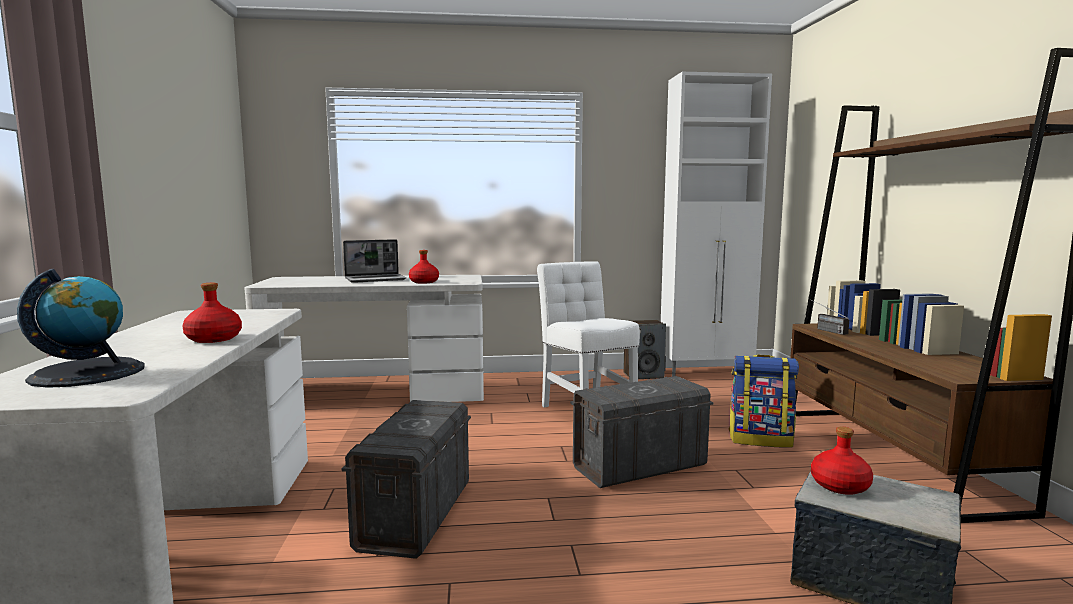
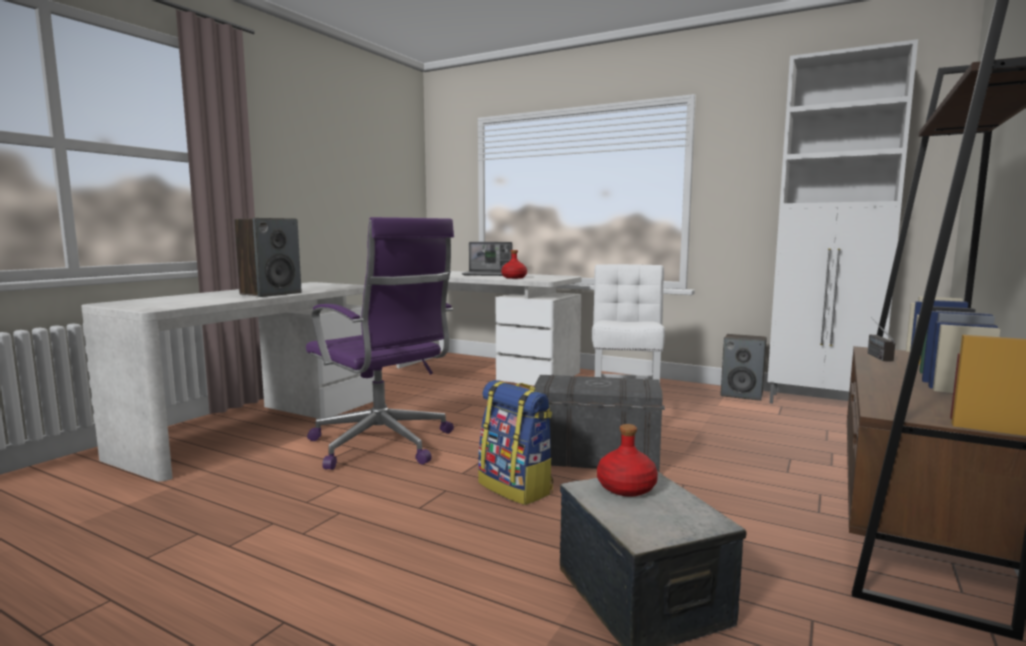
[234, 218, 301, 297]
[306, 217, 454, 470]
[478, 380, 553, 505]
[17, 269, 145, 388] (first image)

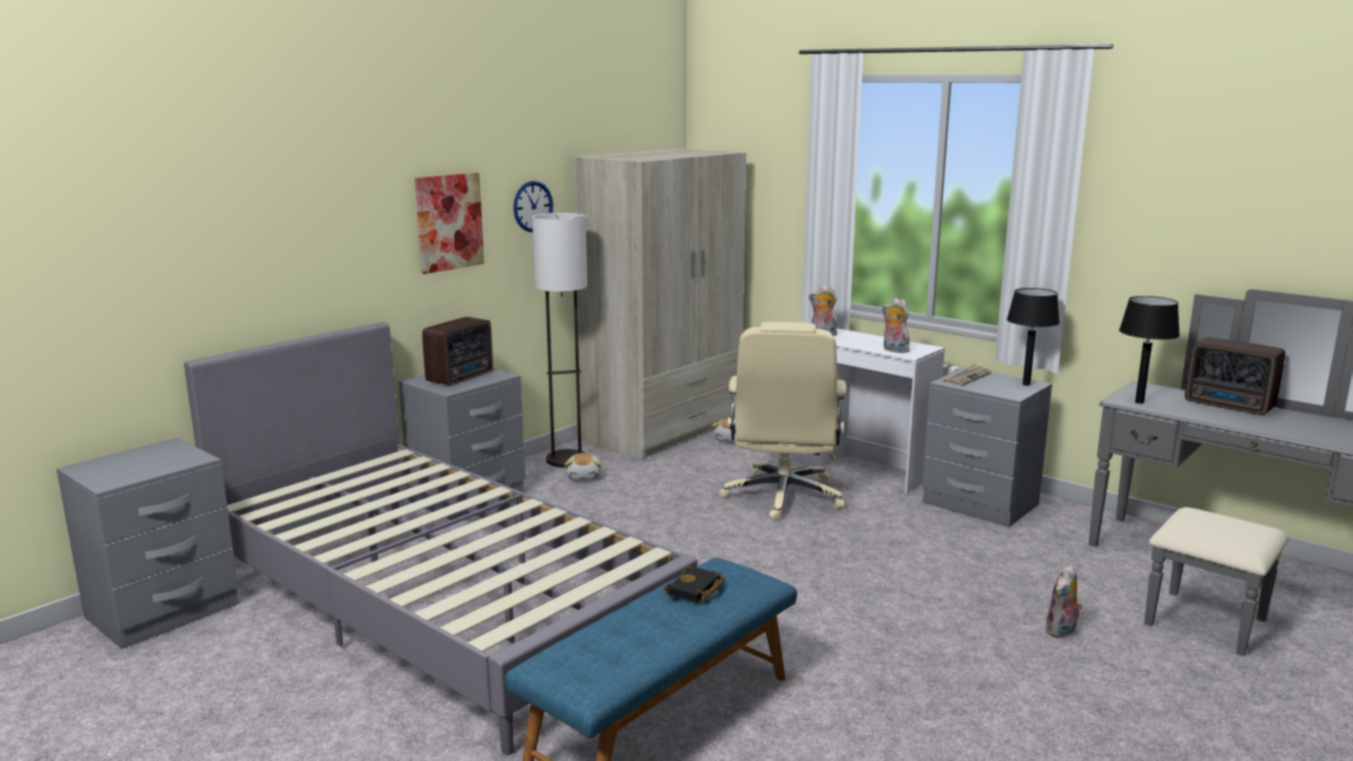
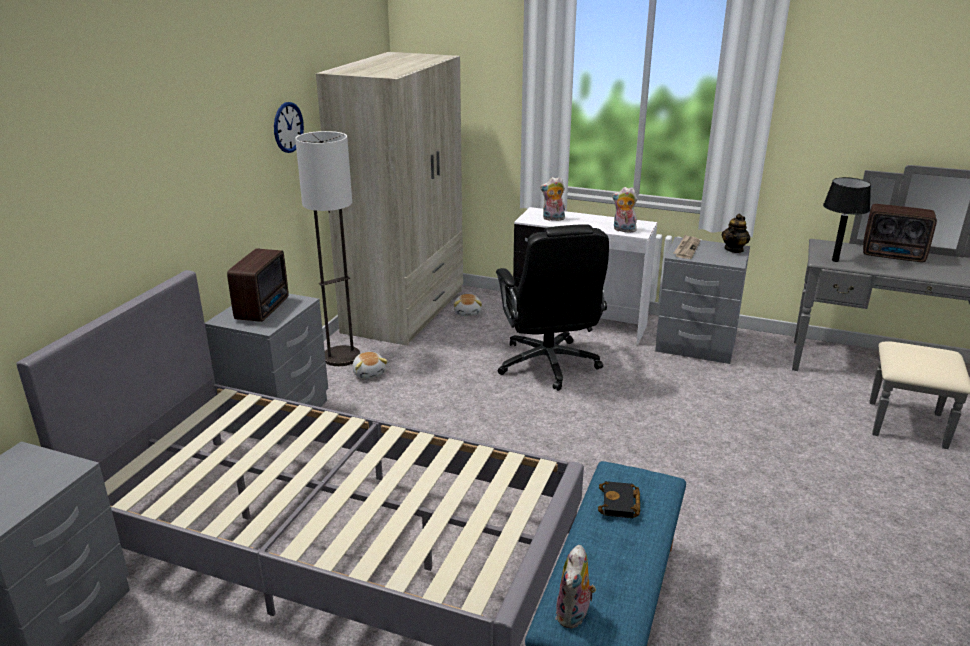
[496, 224, 609, 391]
[556, 545, 596, 629]
[722, 214, 750, 253]
[415, 173, 484, 274] (first image)

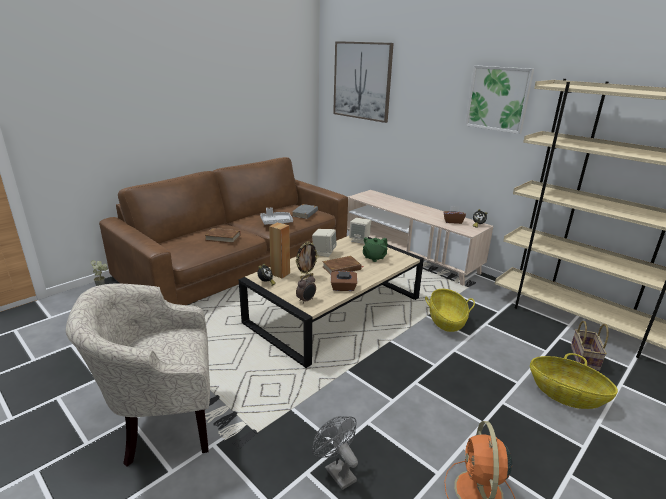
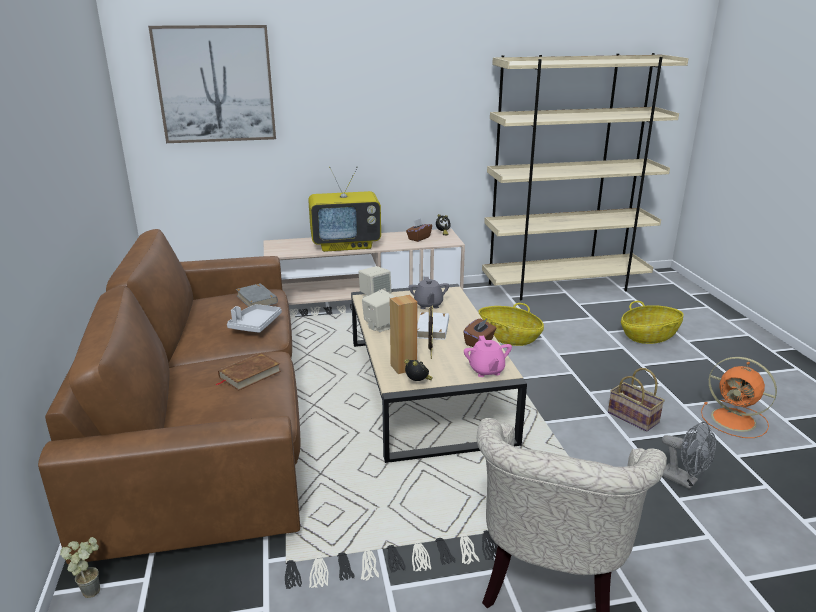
[308, 167, 381, 252]
[409, 277, 449, 309]
[417, 312, 449, 340]
[464, 336, 512, 377]
[608, 368, 665, 432]
[662, 422, 716, 489]
[465, 65, 534, 134] (first image)

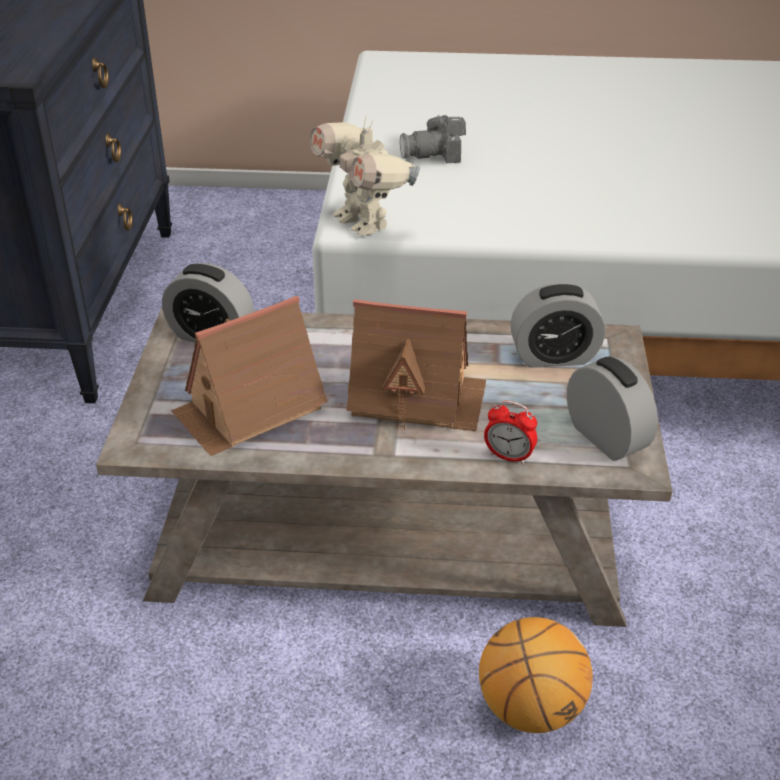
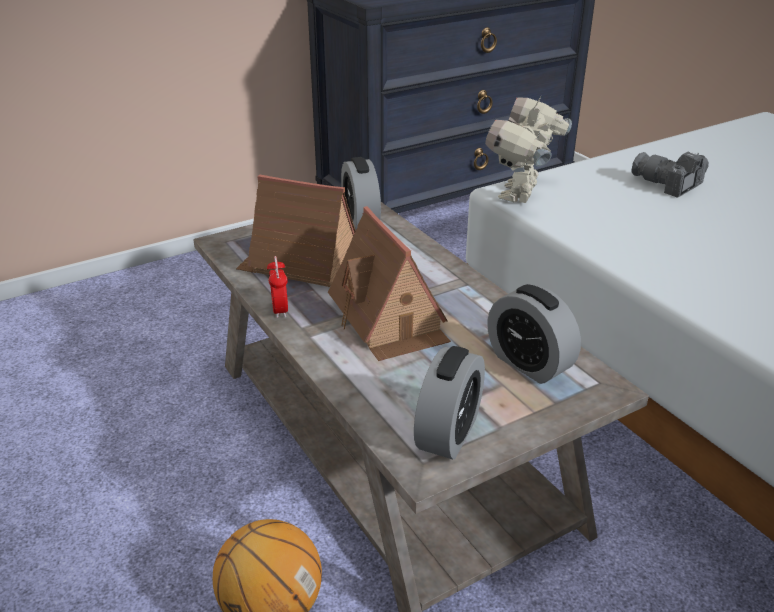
[267, 256, 288, 318]

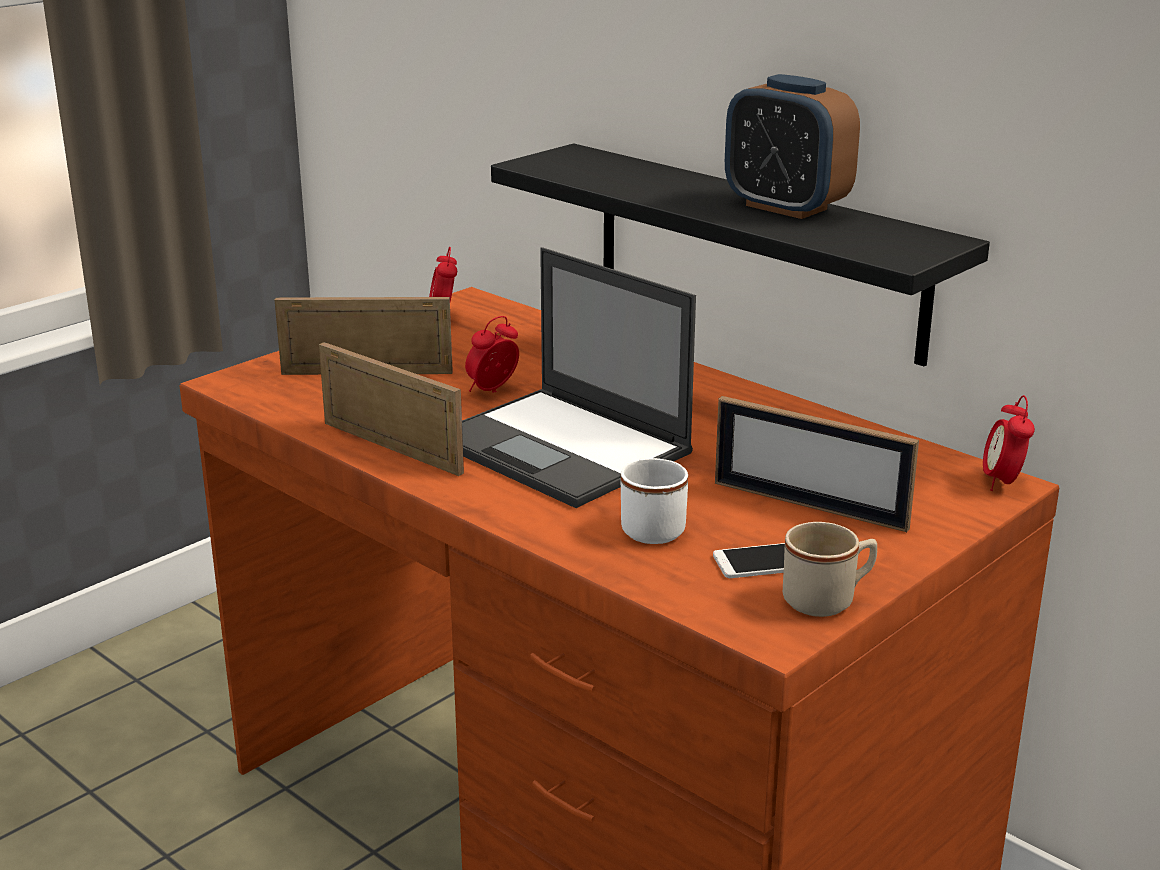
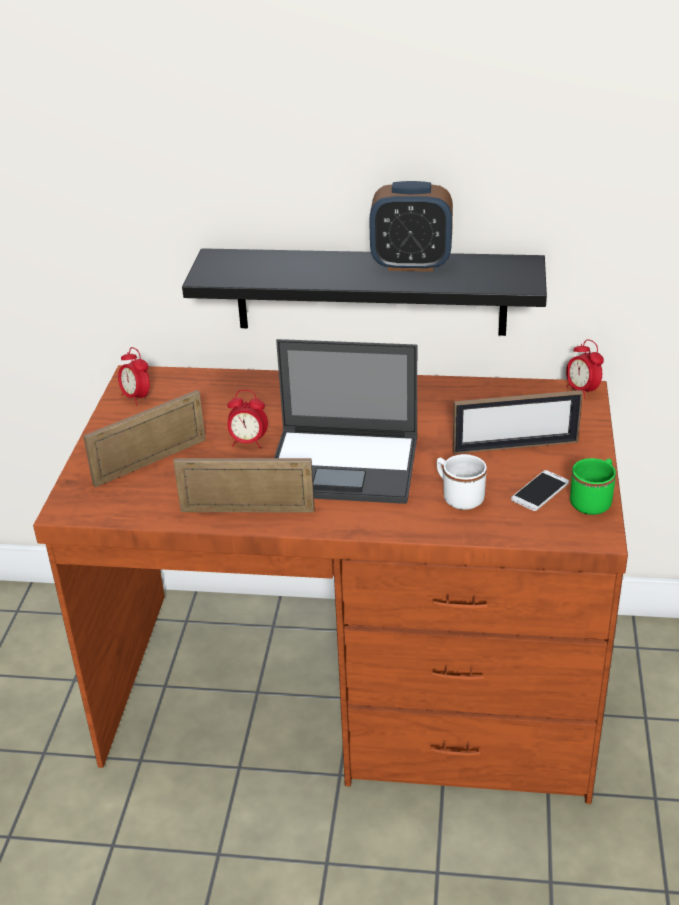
[227, 390, 268, 448]
[570, 458, 616, 515]

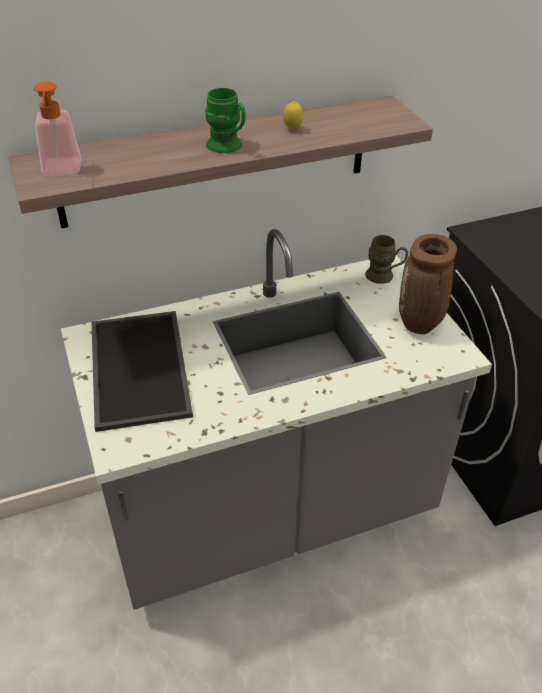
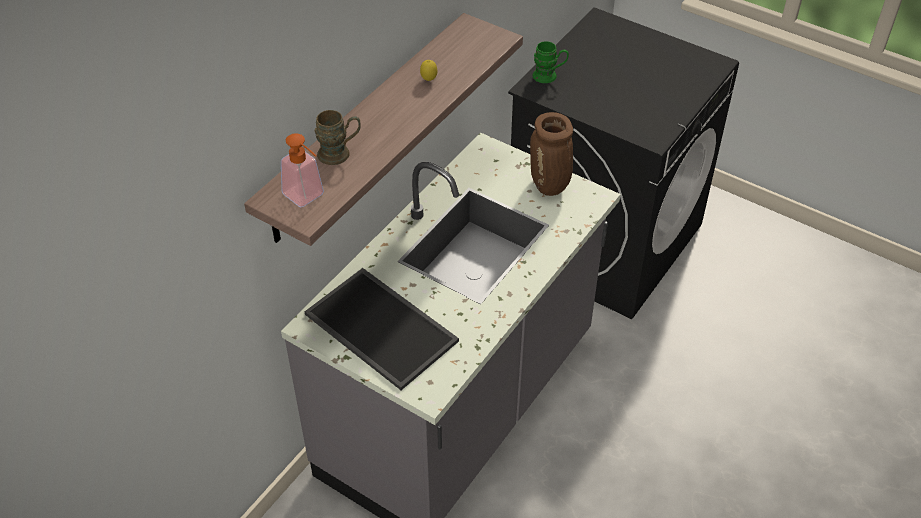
[315, 110, 361, 165]
[532, 41, 569, 83]

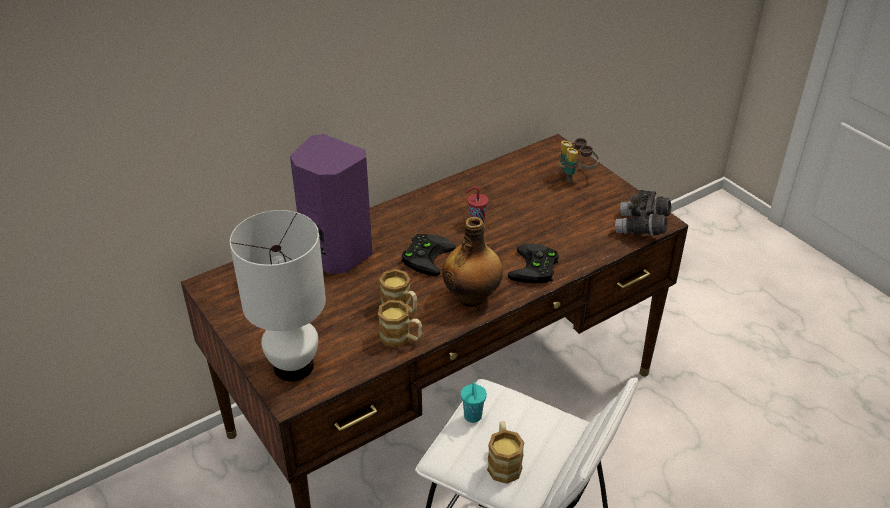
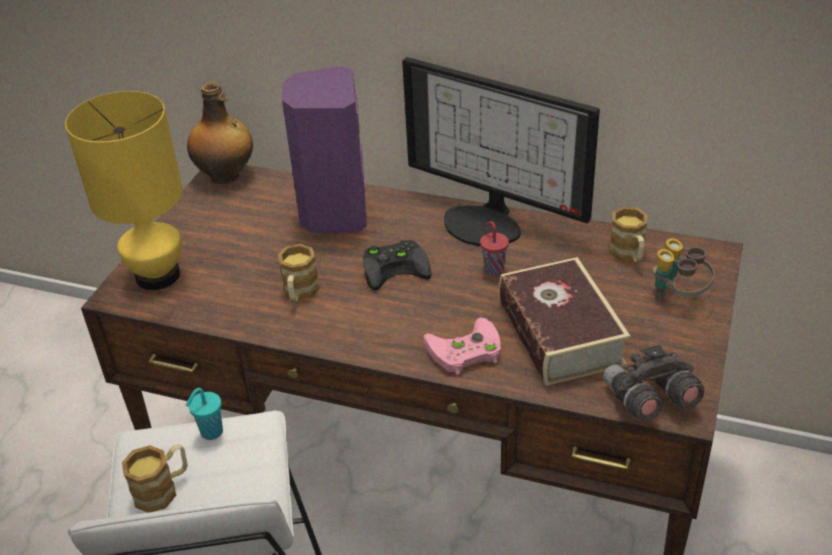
[65, 91, 183, 290]
[187, 82, 253, 184]
[402, 57, 600, 246]
[423, 317, 501, 375]
[499, 257, 630, 386]
[609, 207, 648, 263]

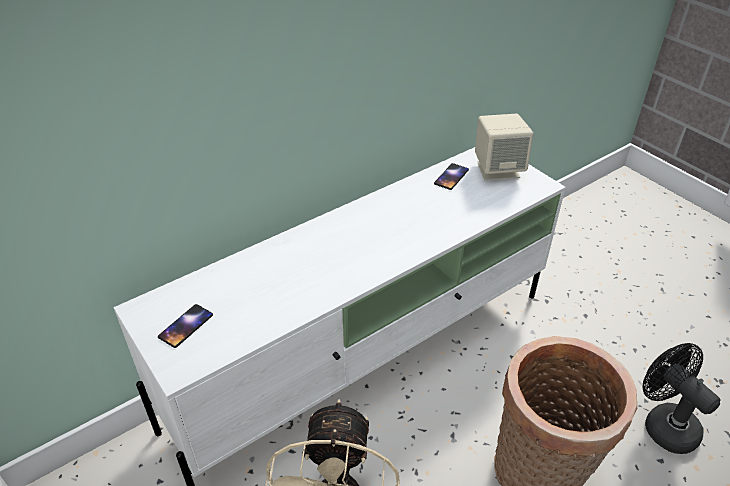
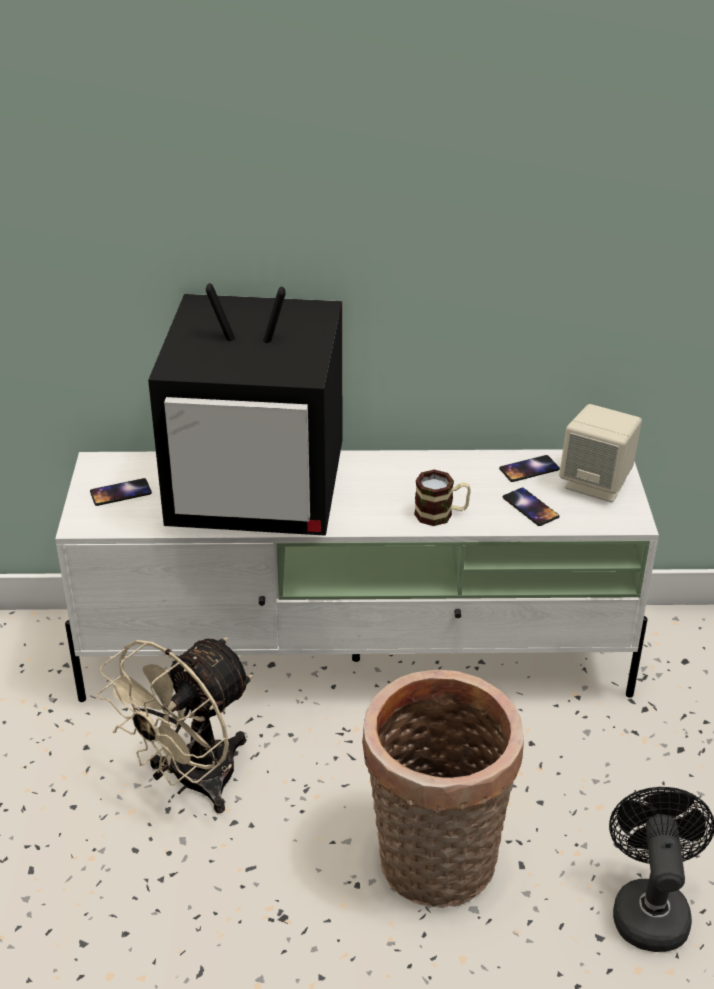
[148, 283, 342, 536]
[414, 470, 471, 526]
[503, 488, 560, 526]

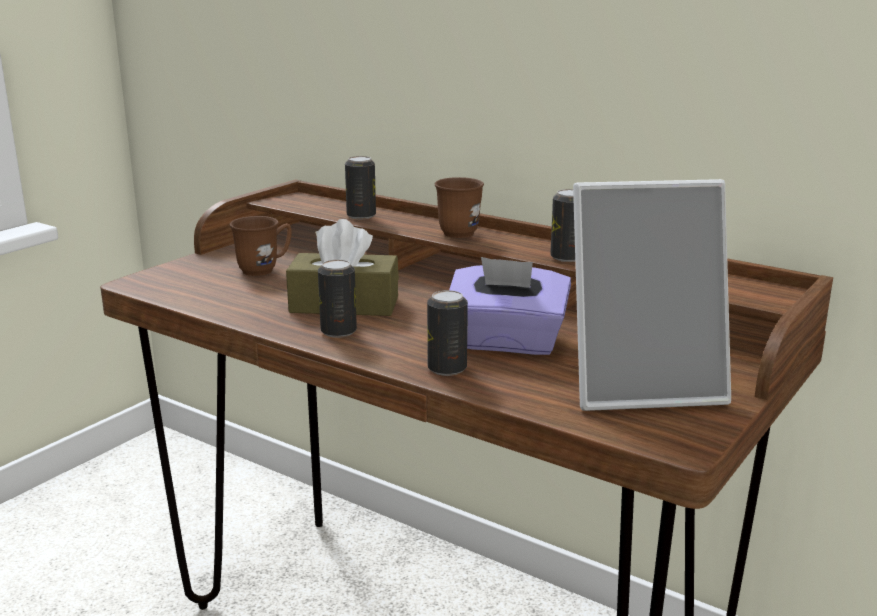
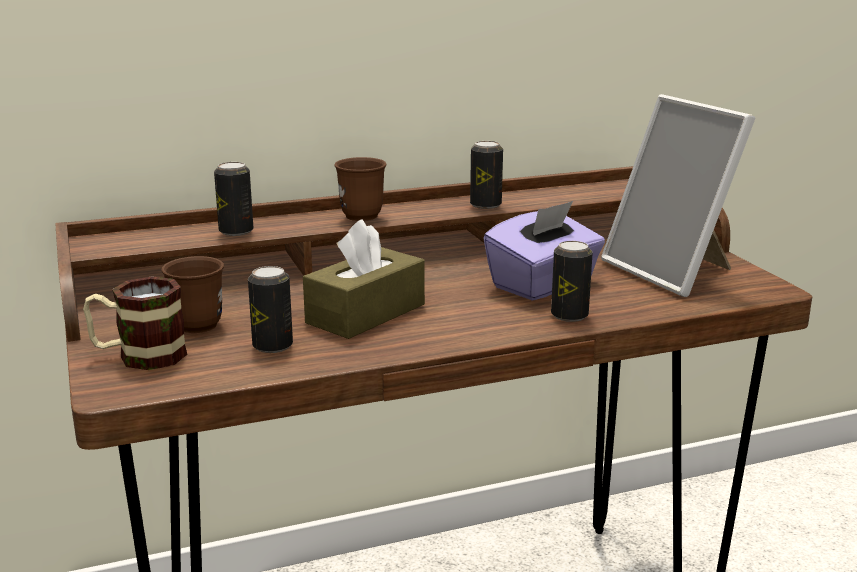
[83, 276, 187, 370]
[248, 266, 293, 353]
[601, 94, 755, 297]

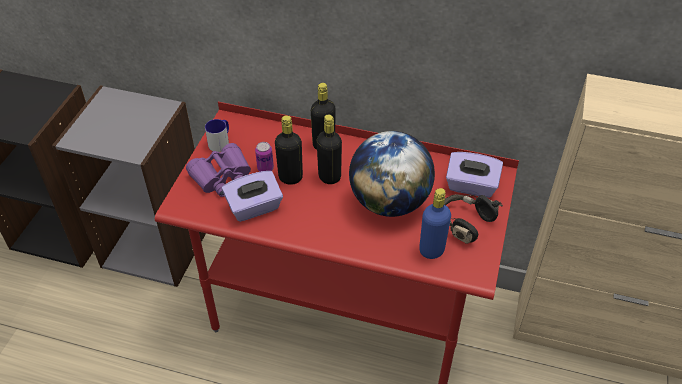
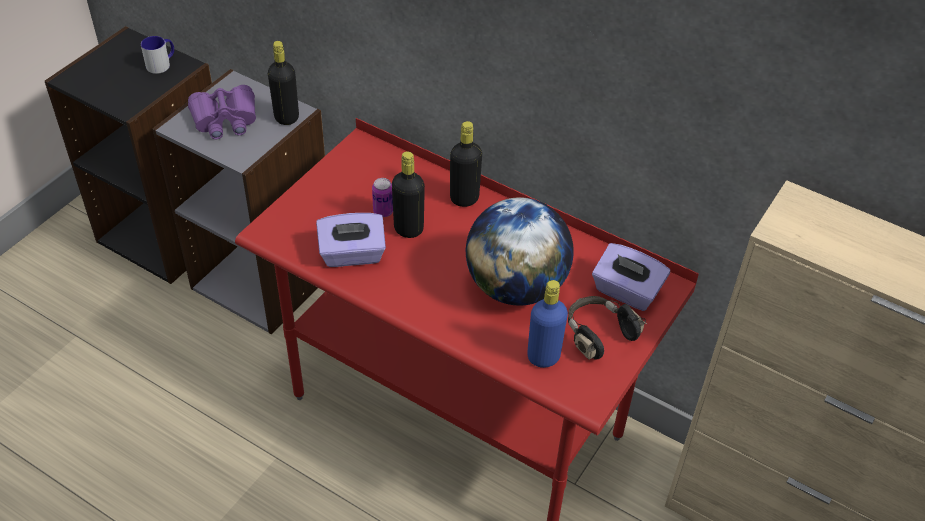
[141, 36, 174, 74]
[188, 85, 256, 139]
[268, 41, 299, 125]

